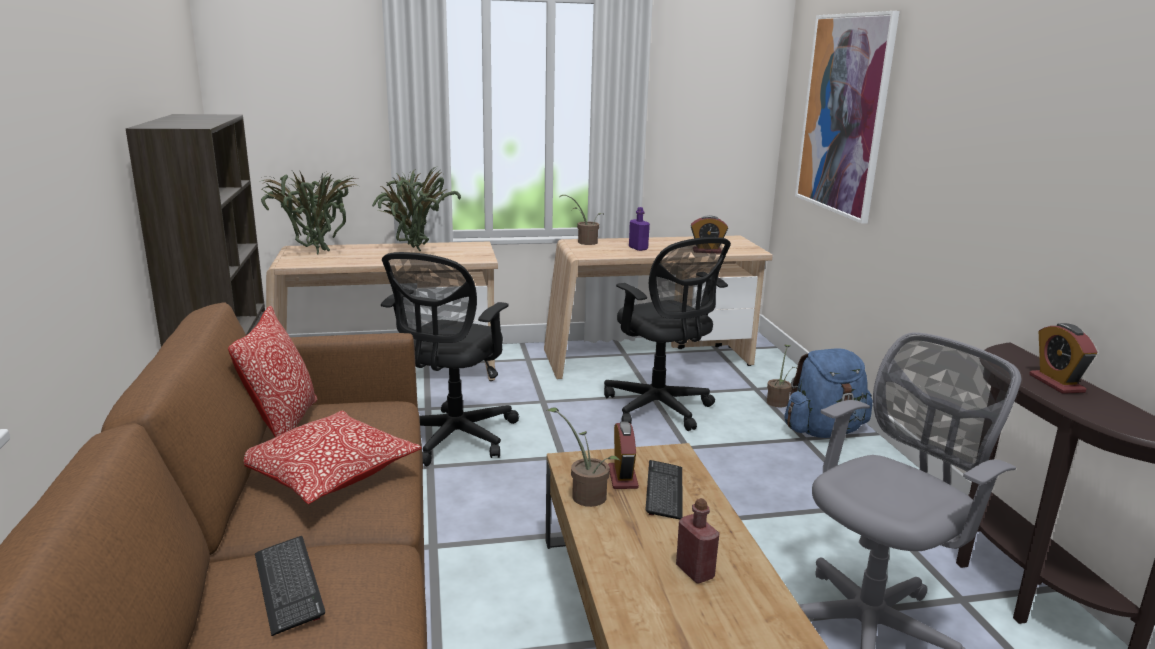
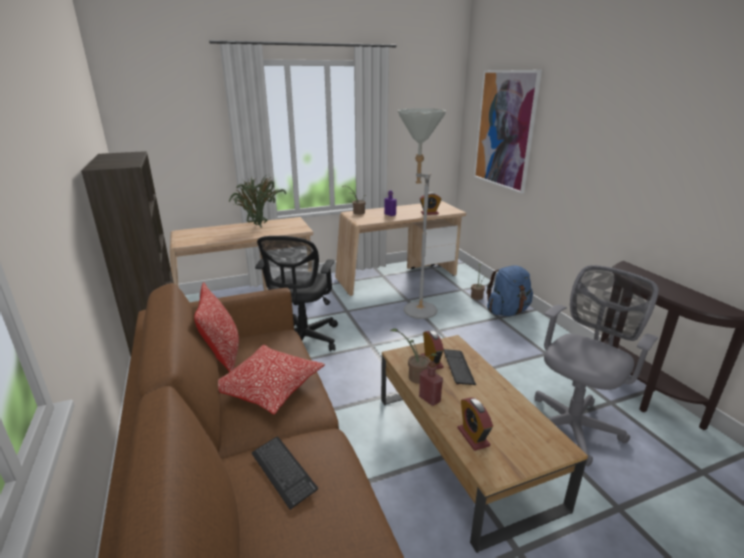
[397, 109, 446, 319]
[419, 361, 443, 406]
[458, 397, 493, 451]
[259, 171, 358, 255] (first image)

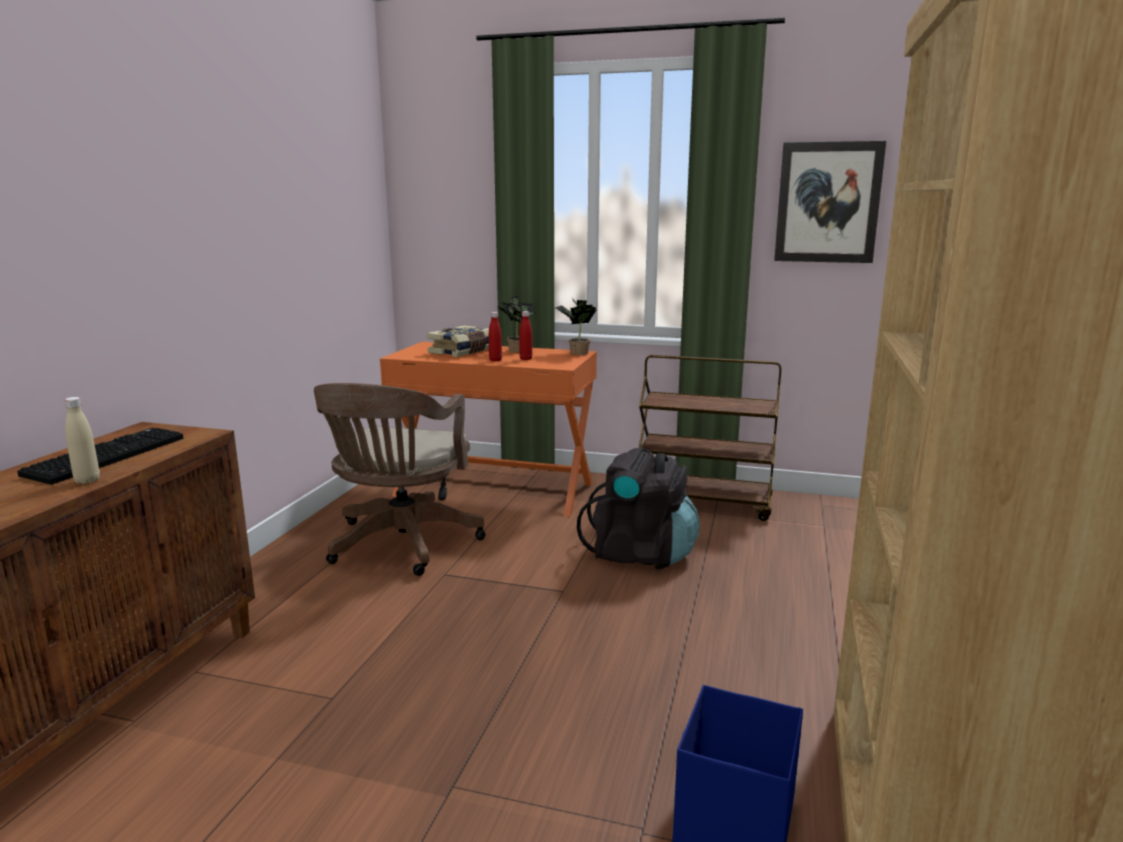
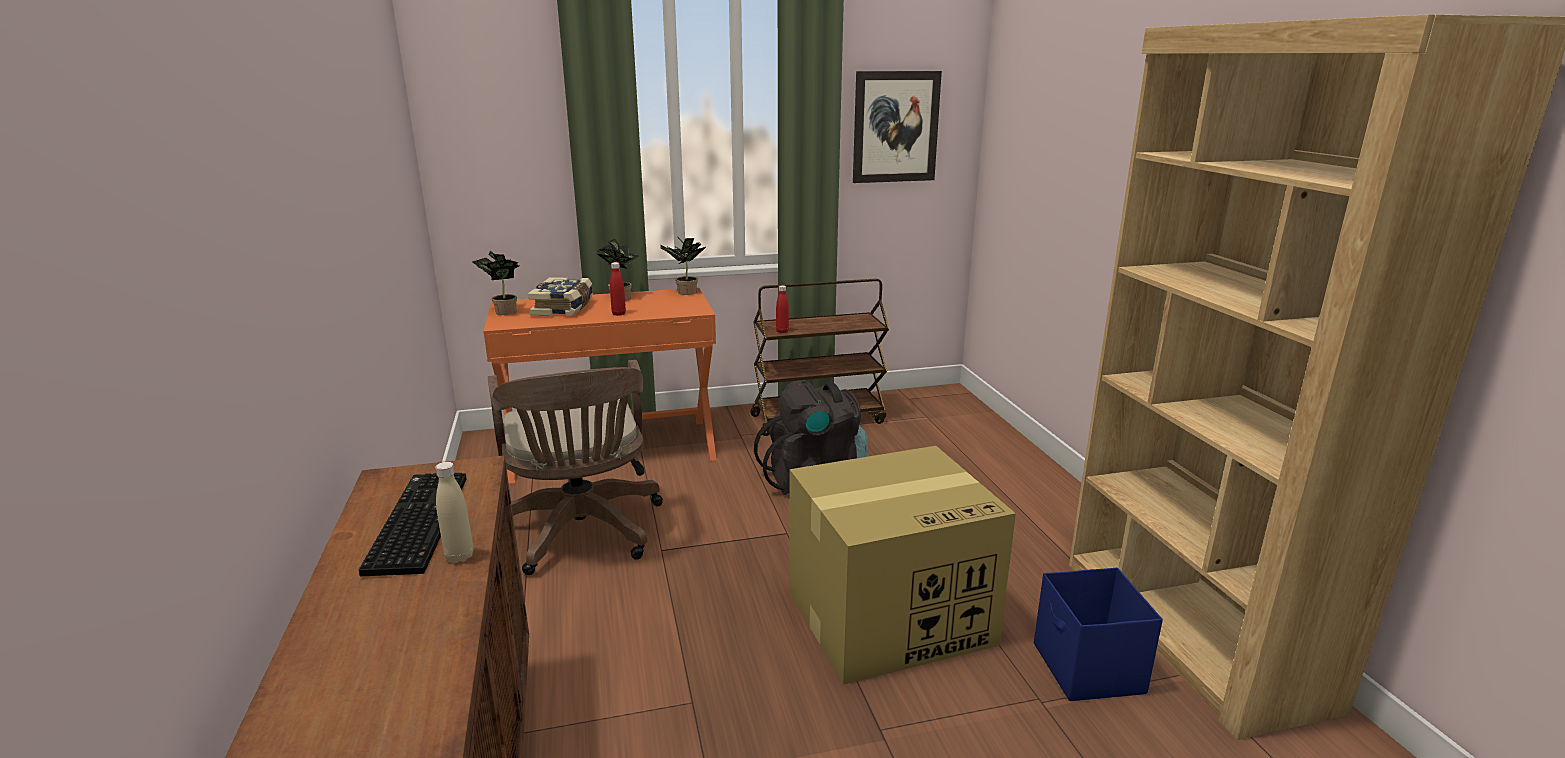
[472, 251, 519, 315]
[776, 285, 789, 333]
[789, 446, 1016, 685]

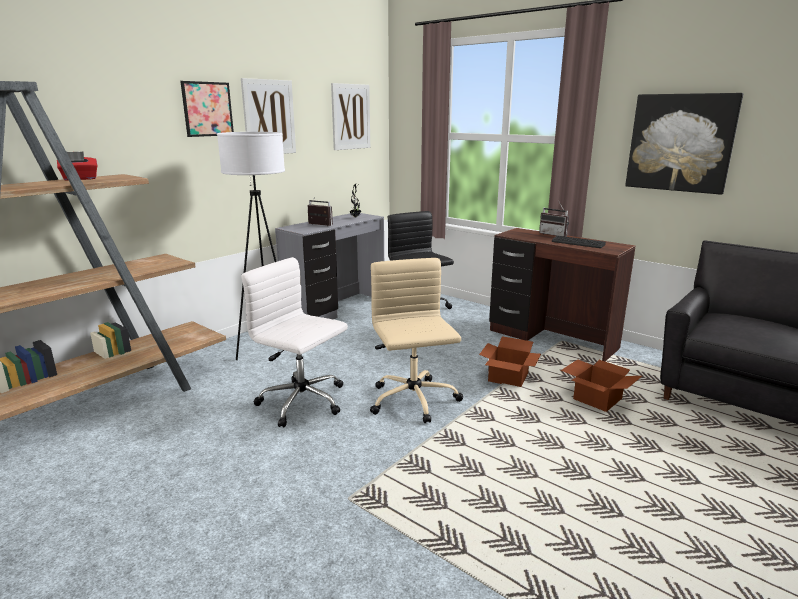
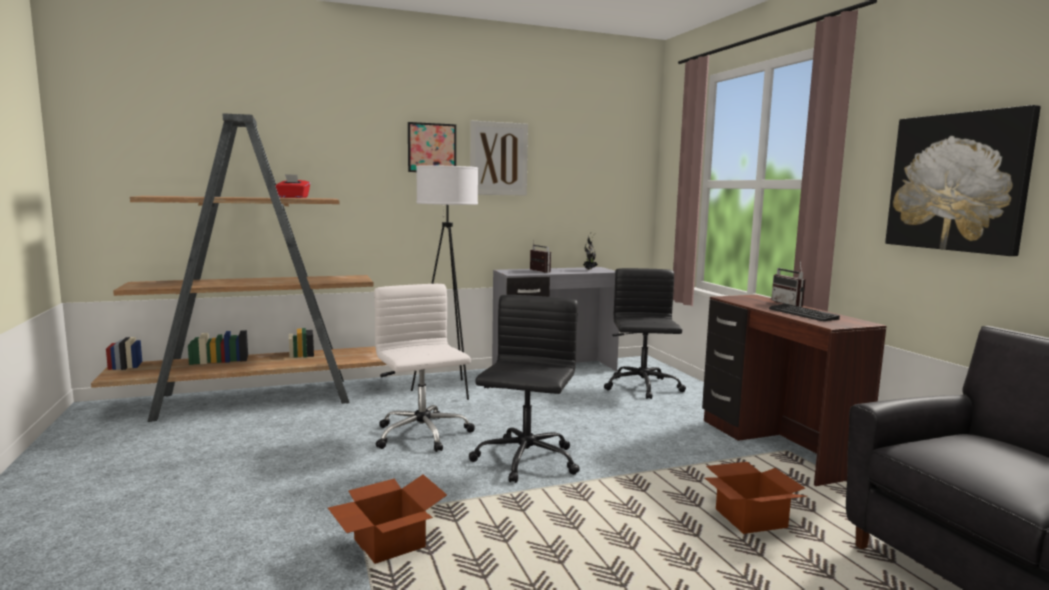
[328, 475, 447, 564]
[469, 295, 580, 483]
[331, 83, 370, 150] (first image)

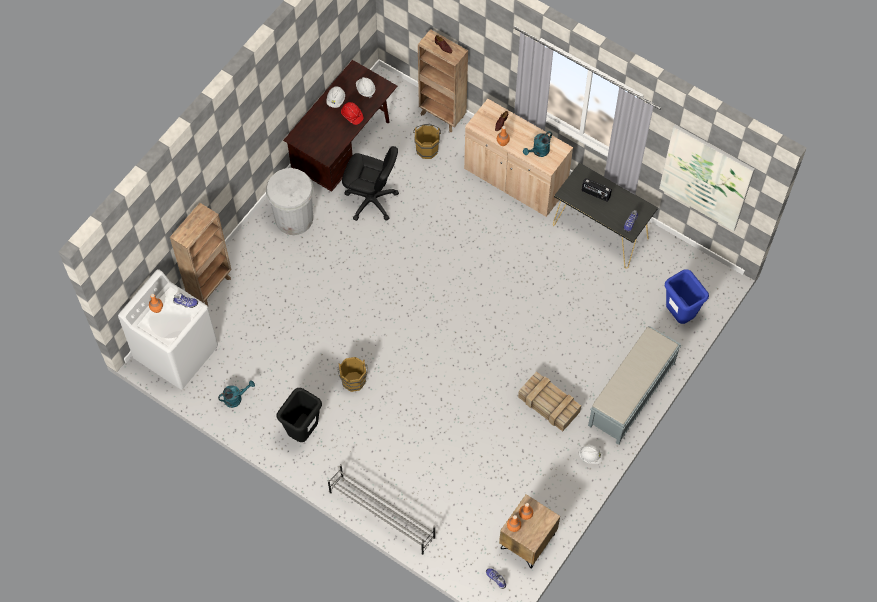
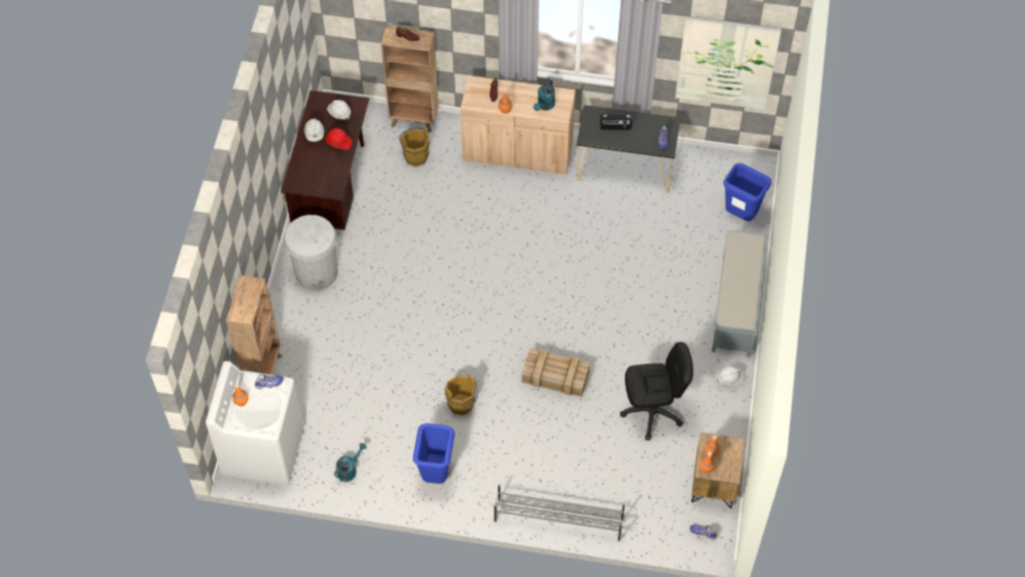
[413, 423, 455, 484]
[522, 348, 590, 397]
[620, 342, 693, 440]

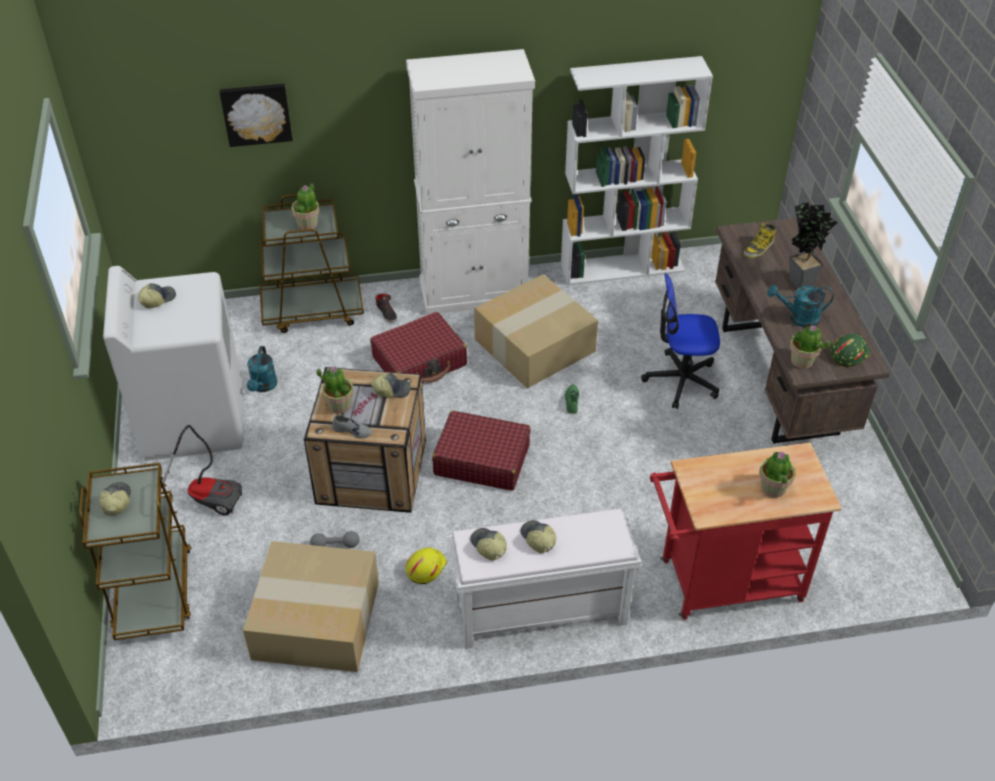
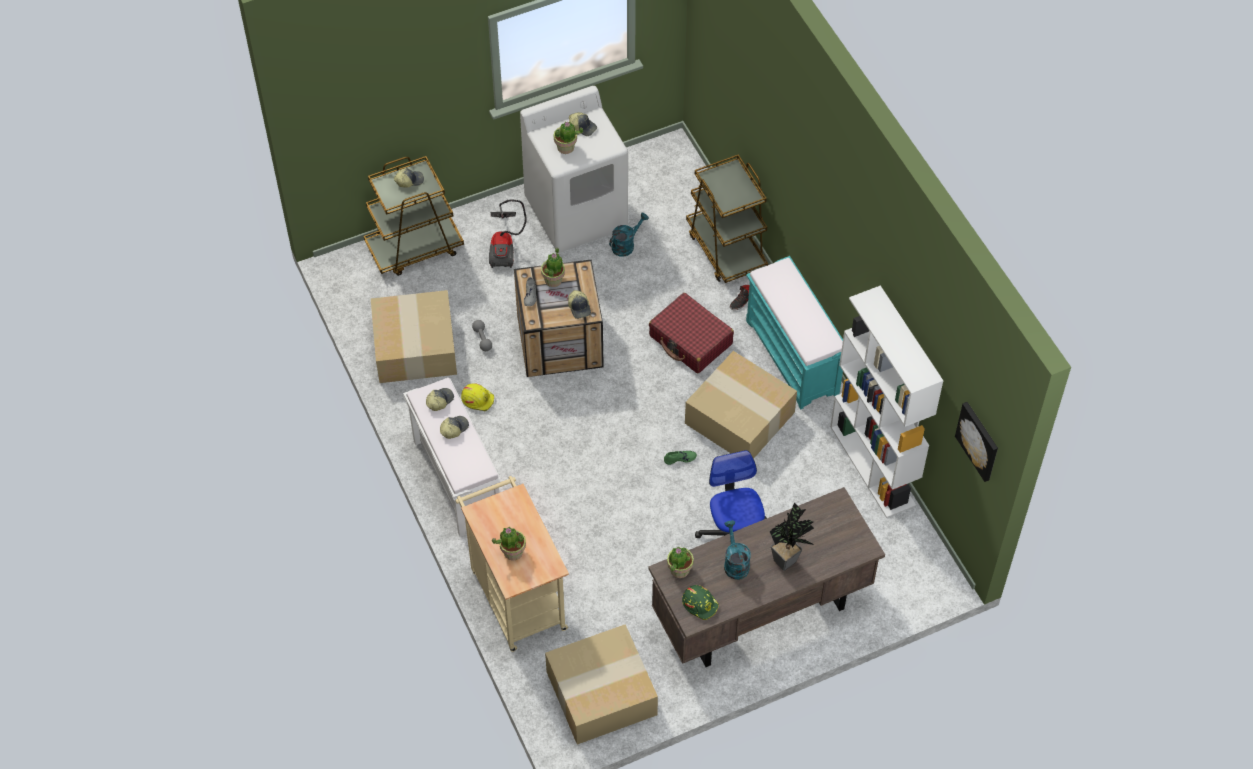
[455, 476, 569, 652]
[545, 624, 658, 745]
[554, 122, 583, 154]
[609, 213, 649, 257]
[746, 256, 843, 409]
[955, 402, 998, 482]
[432, 411, 531, 491] (first image)
[744, 223, 776, 258] (first image)

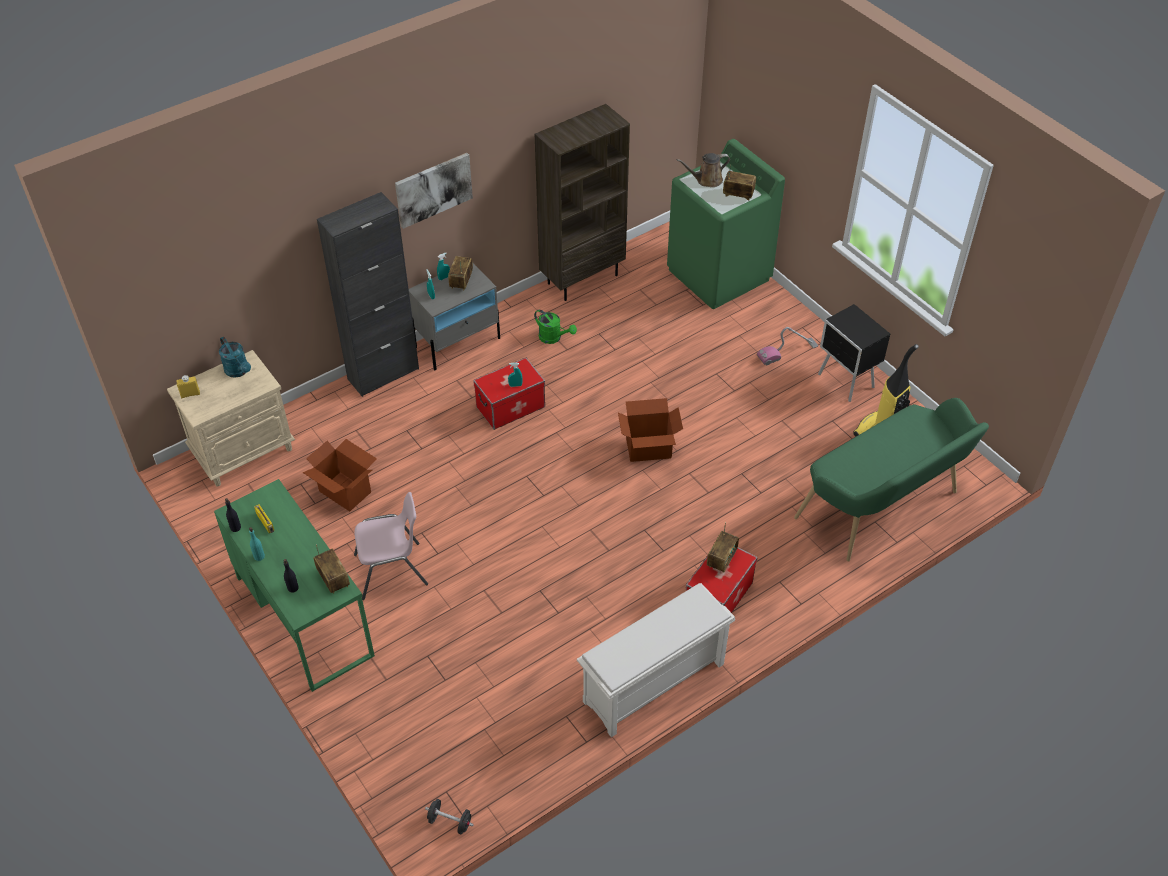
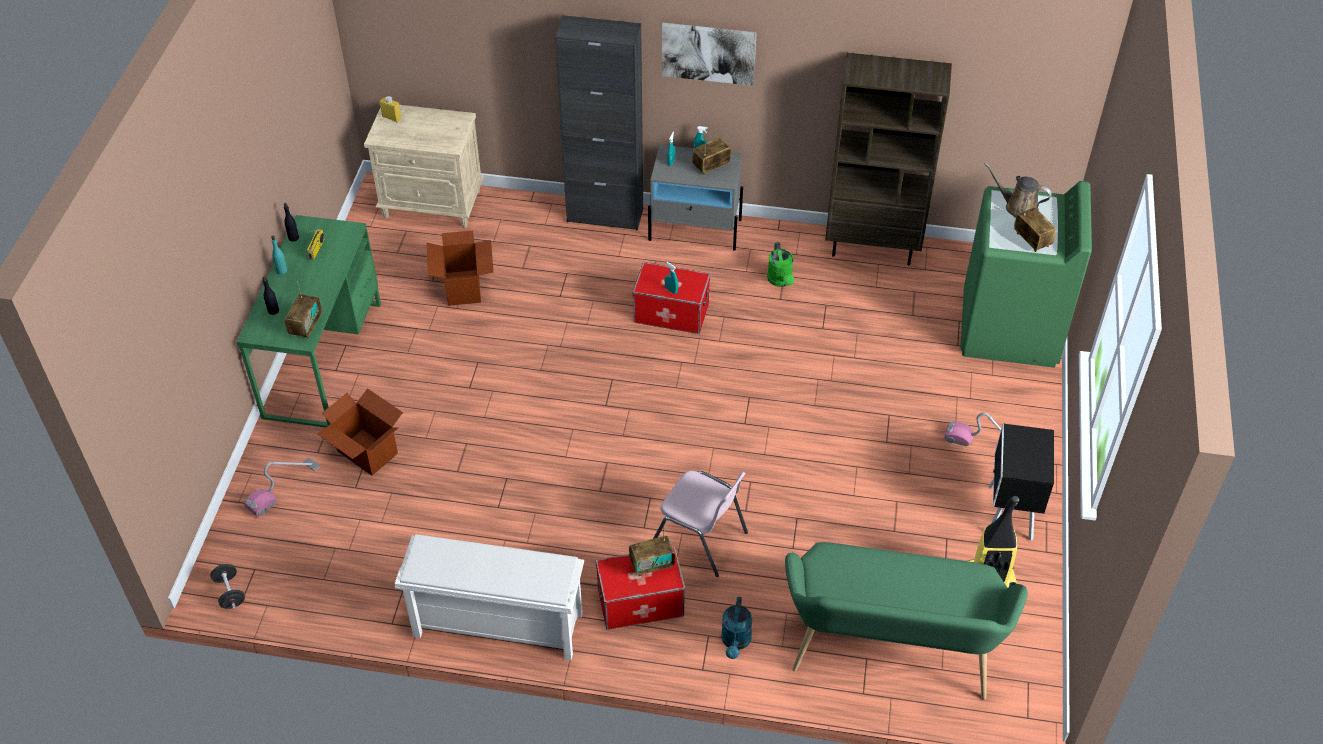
[244, 458, 320, 517]
[317, 388, 403, 476]
[653, 470, 748, 577]
[721, 597, 752, 659]

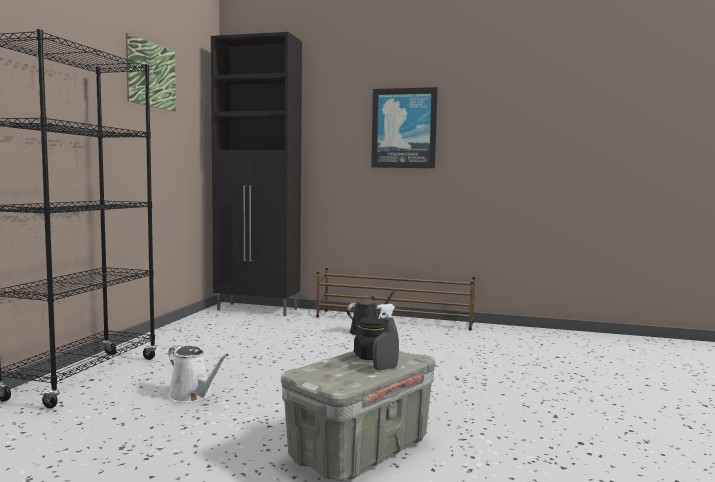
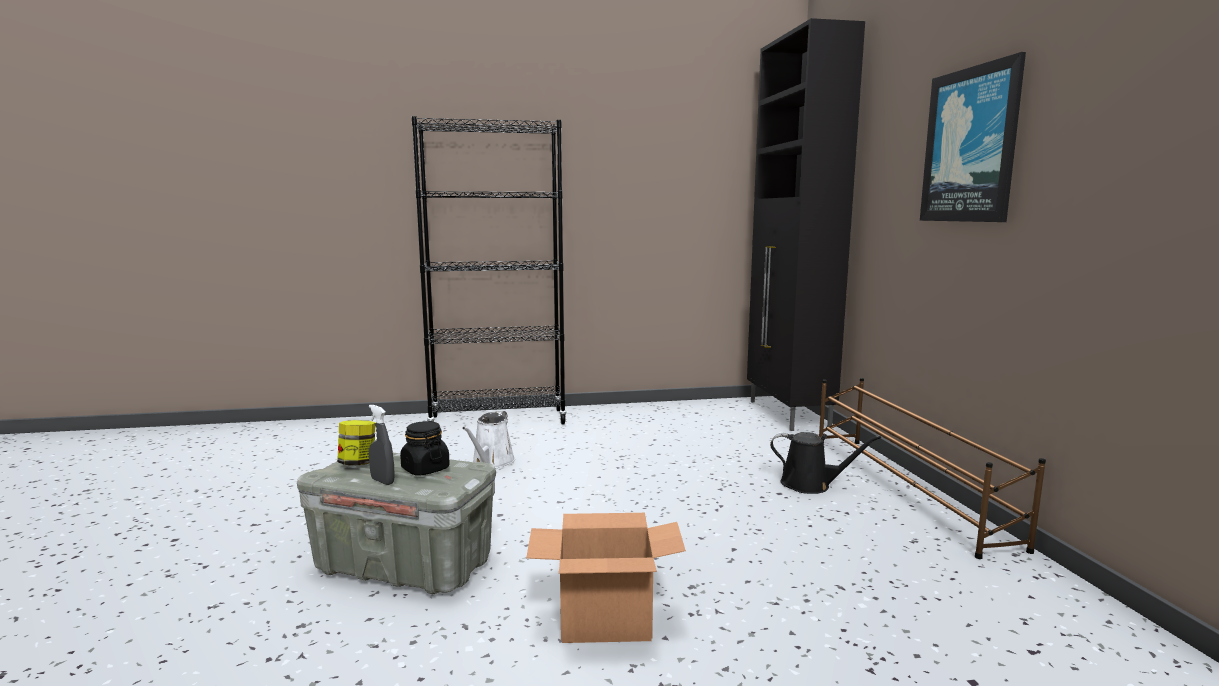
[337, 420, 376, 465]
[526, 513, 686, 643]
[126, 33, 176, 111] (first image)

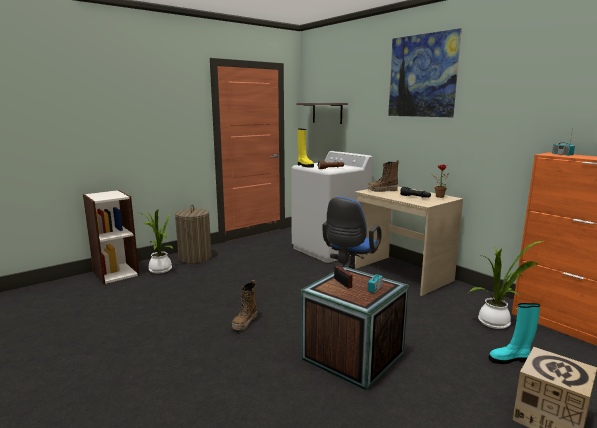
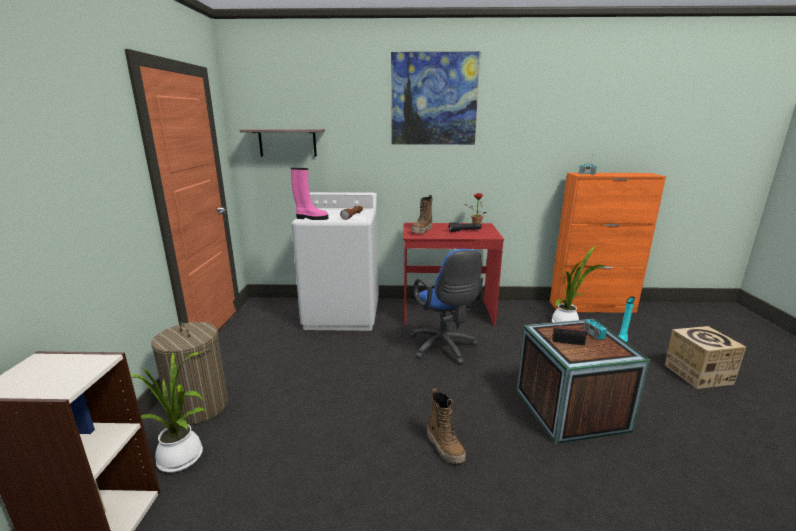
[291, 168, 328, 220]
[403, 223, 504, 326]

